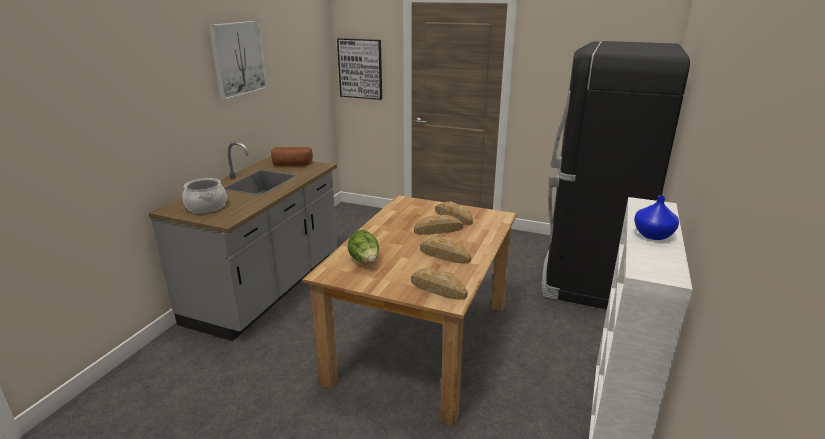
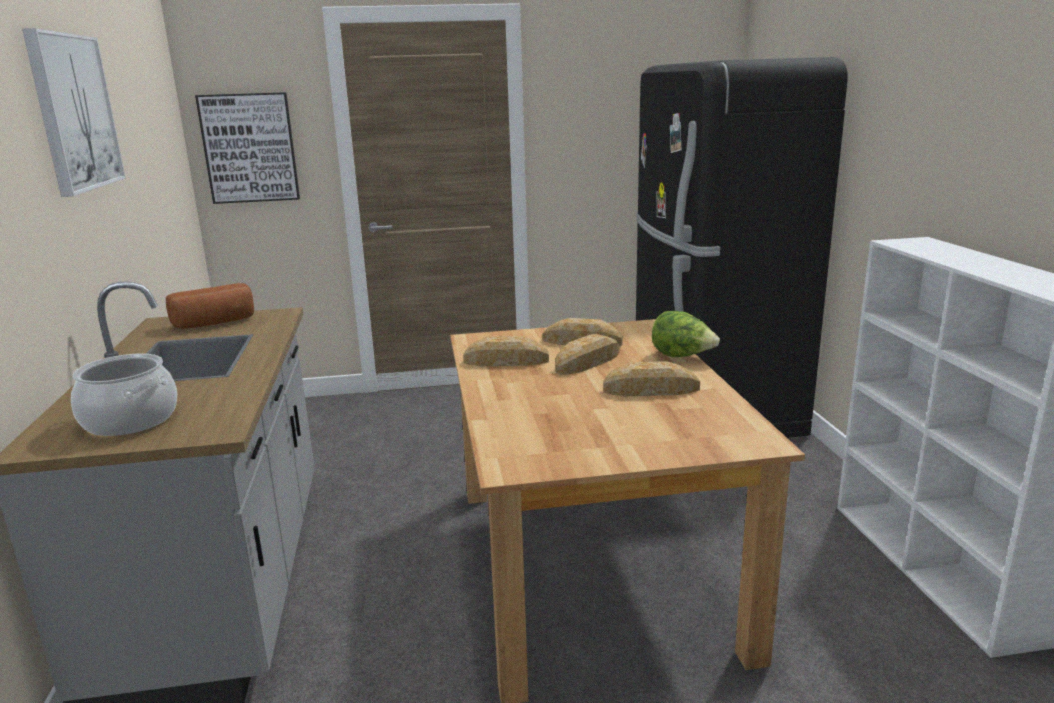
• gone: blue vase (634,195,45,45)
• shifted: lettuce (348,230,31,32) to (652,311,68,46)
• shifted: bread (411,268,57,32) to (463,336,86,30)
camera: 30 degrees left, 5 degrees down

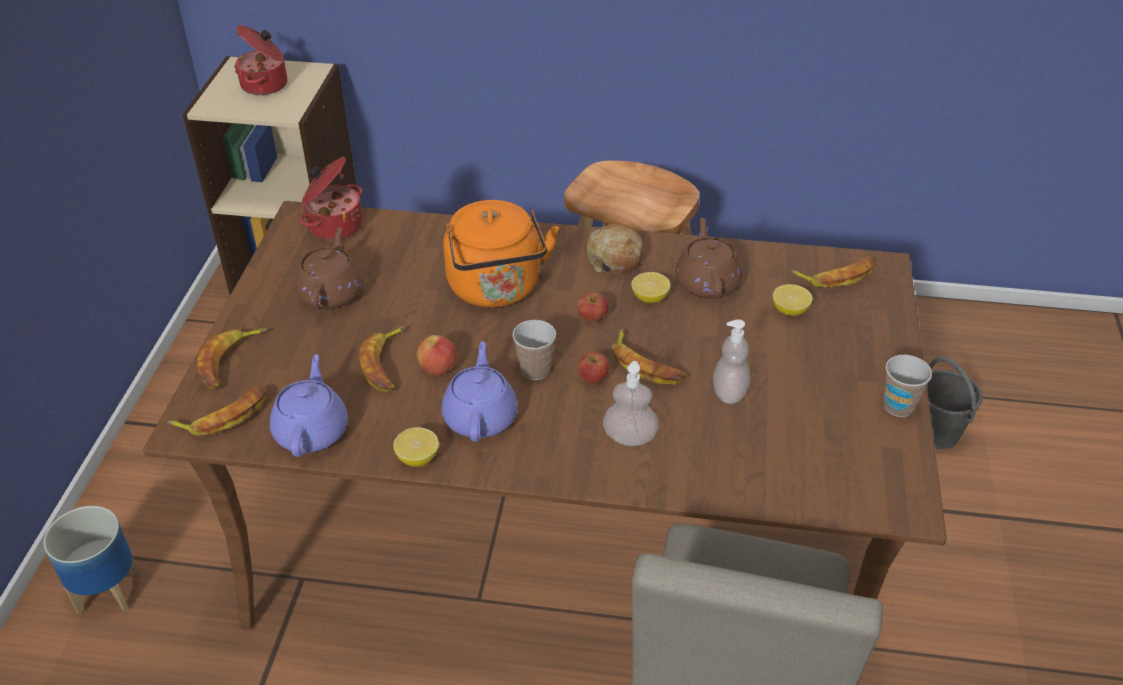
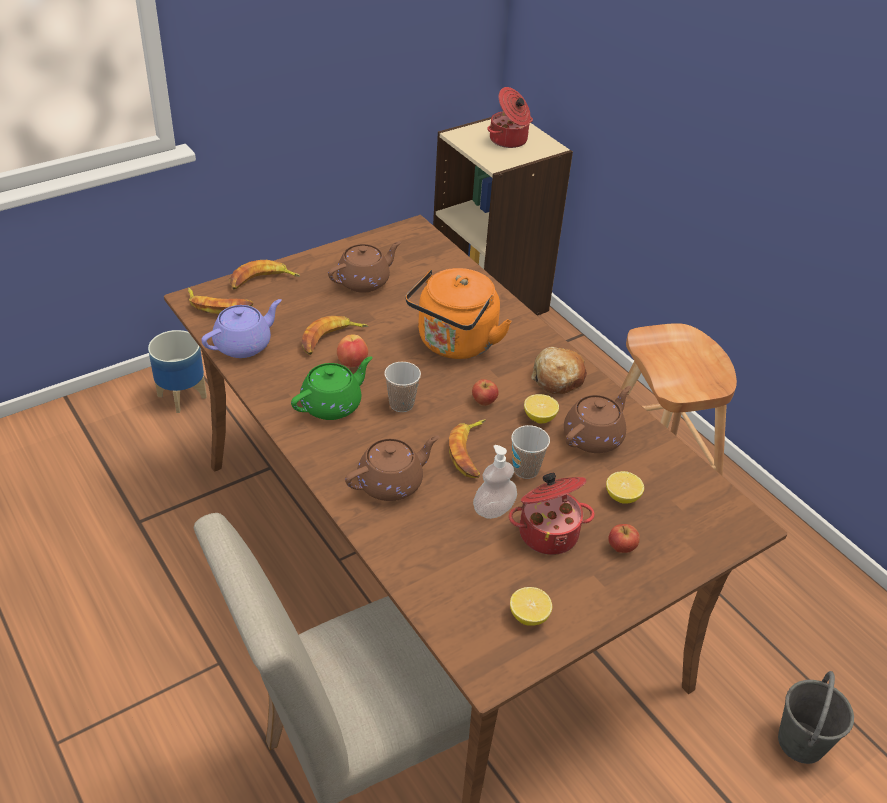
• gone: banana (791,256,85,32)
• shifted: cooking pot (300,157,63,83) to (509,473,86,82)
• shifted: lemon (393,427,46,40) to (510,587,42,39)
• shifted: apple (578,352,31,32) to (608,524,32,29)
• shifted: cup (883,355,49,62) to (511,425,39,54)
• swapped: soap dispenser (603,361,56,85) to brown teapot (345,435,95,66)
• repainted: purple teapot (442,341,76,101) to green teapot (291,356,82,64)
camera: 45 degrees right, 0 degrees up

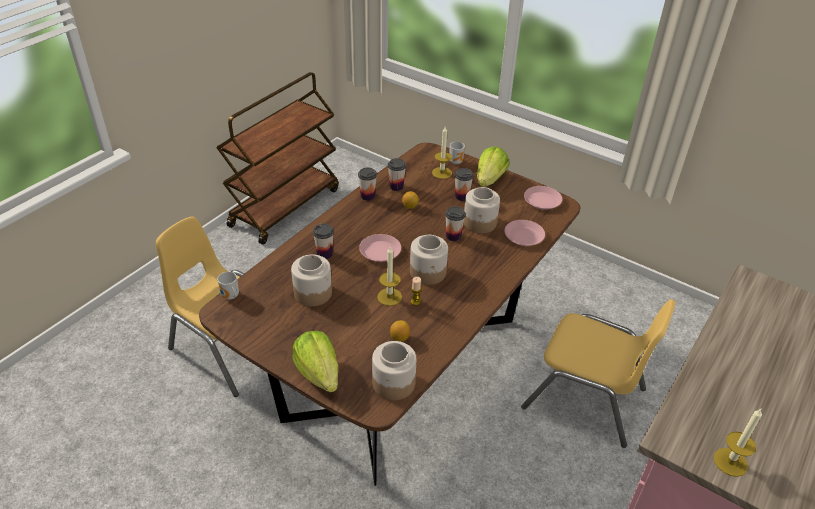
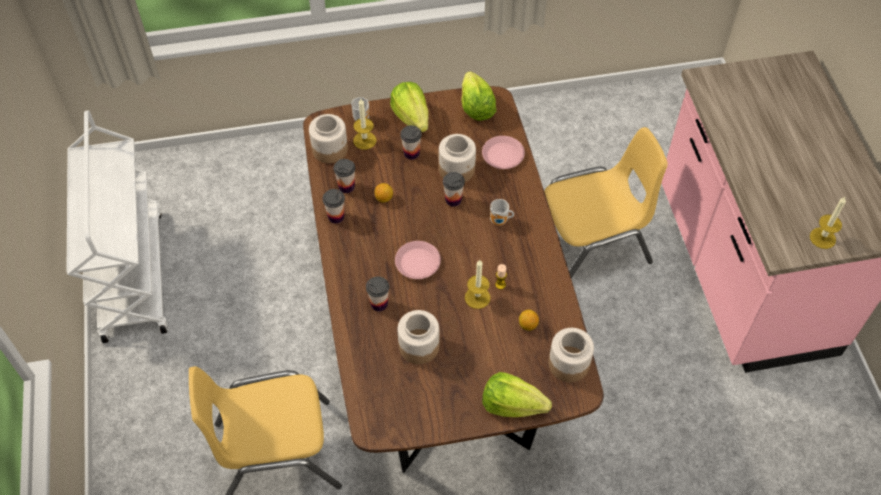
• shifted: mug (217,272,22,28) to (490,199,24,27)
• shifted: jar (410,235,38,50) to (309,114,39,49)
• swapped: pink plate (524,186,38,24) to lettuce (461,71,35,50)
• repainted: brown cart (216,72,123,173) to white cart (67,110,101,233)
camera: 45 degrees left, 15 degrees up

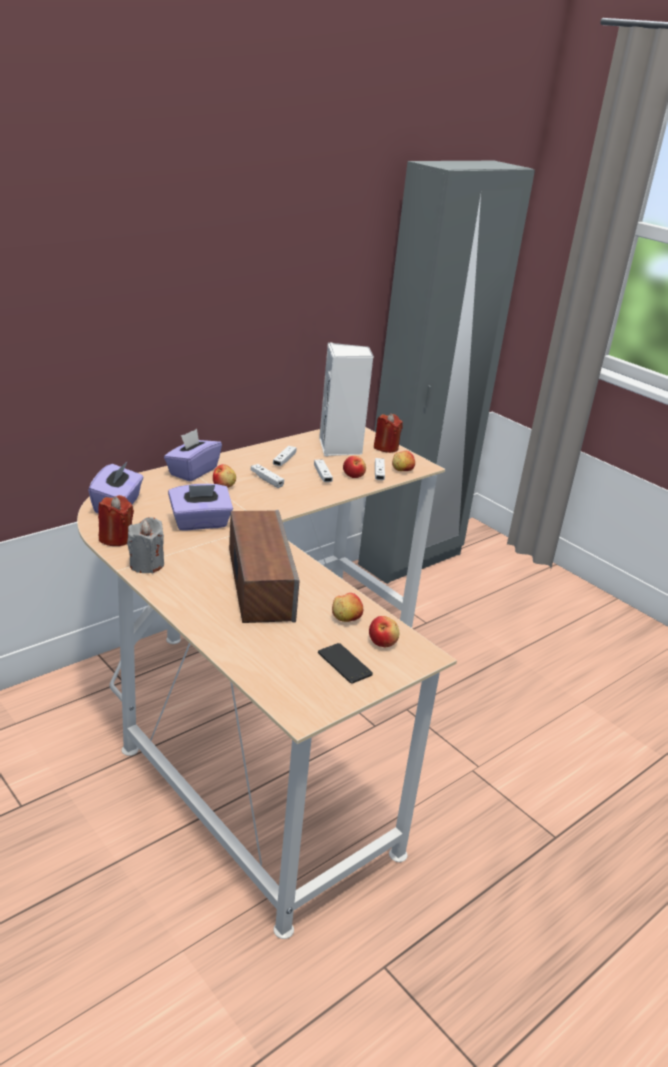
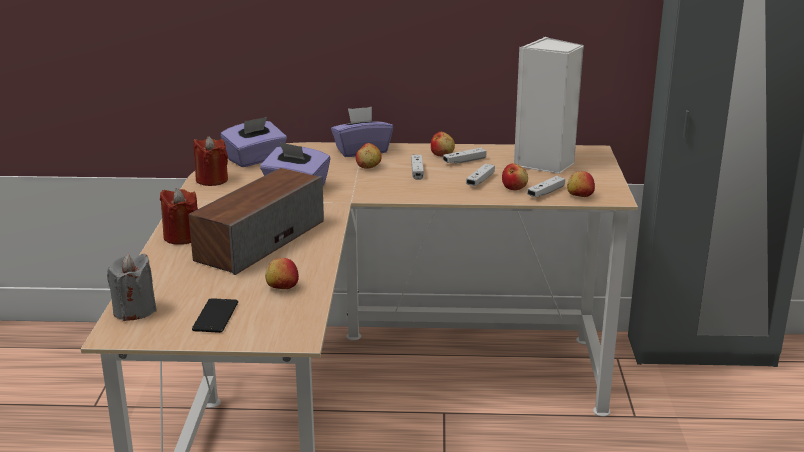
• shifted: grey candle (127,517,37,56) to (107,254,50,67)
• shifted: apple (369,616,31,31) to (431,132,24,24)
• shifted: red candle (374,413,29,40) to (160,188,38,57)
camera: 45 degrees right, 5 degrees down

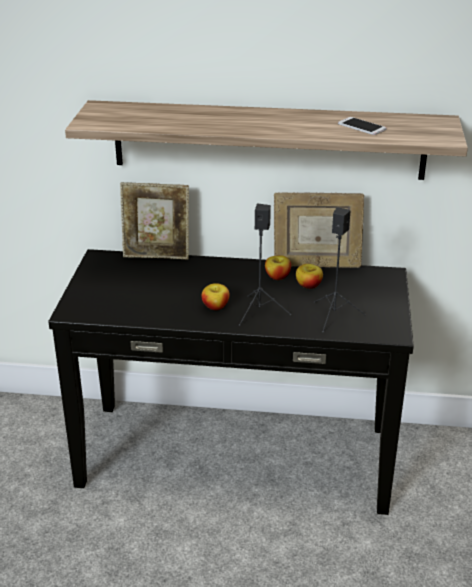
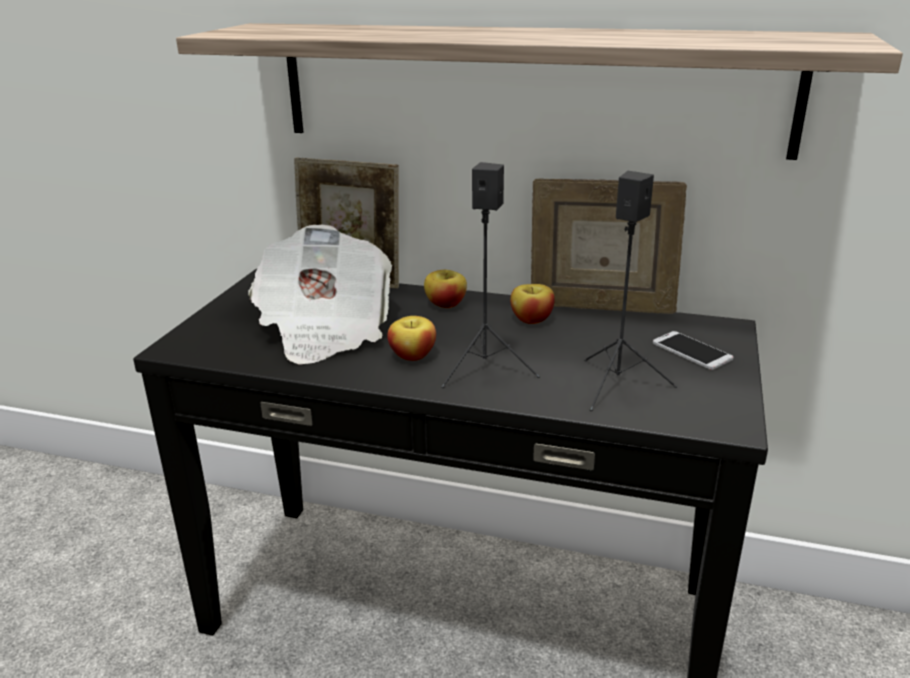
• new: newspaper (248,225,144,140)
• shifted: apple (296,264,27,25) to (424,270,43,38)
• shifted: phone (338,117,49,18) to (653,331,80,39)
camera: 10 degrees right, 5 degrees down

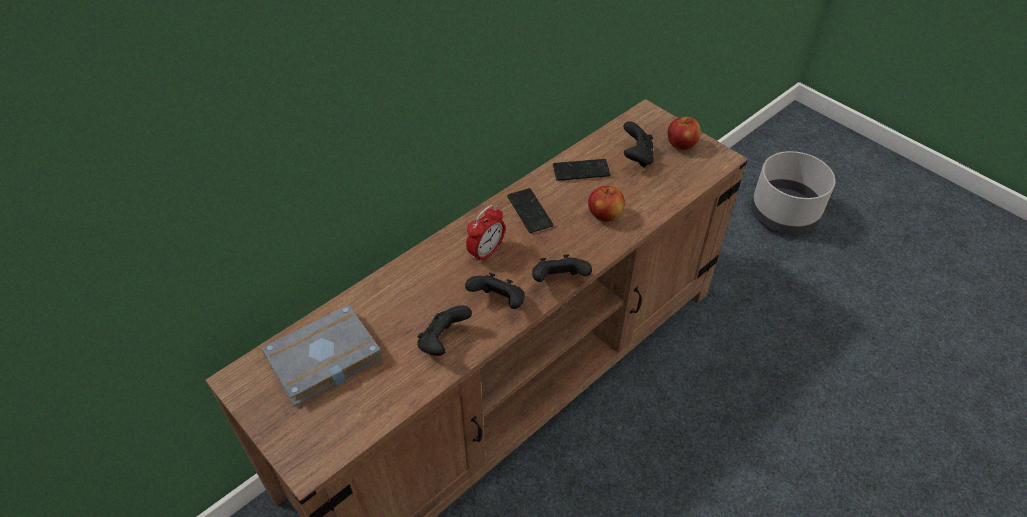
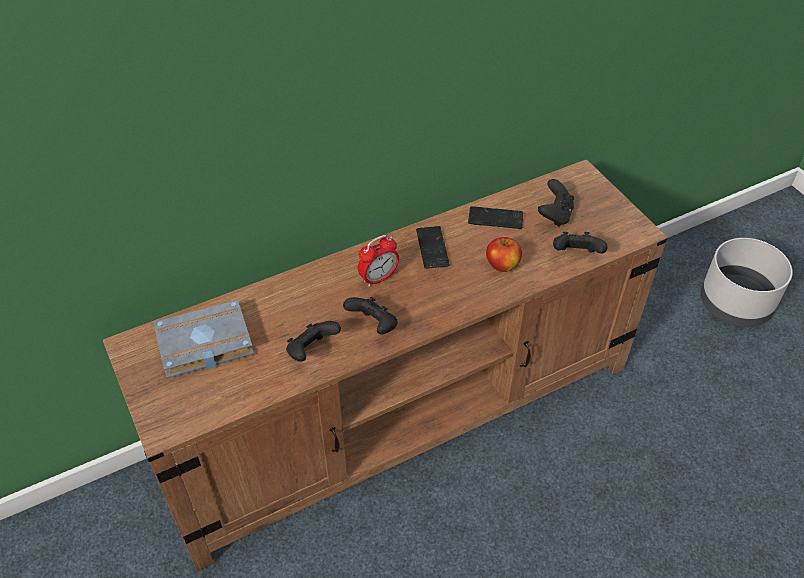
• gone: apple (667,117,34,33)
• shifted: black game controller (532,254,60,28) to (553,232,55,22)
camera: 15 degrees right, 0 degrees up

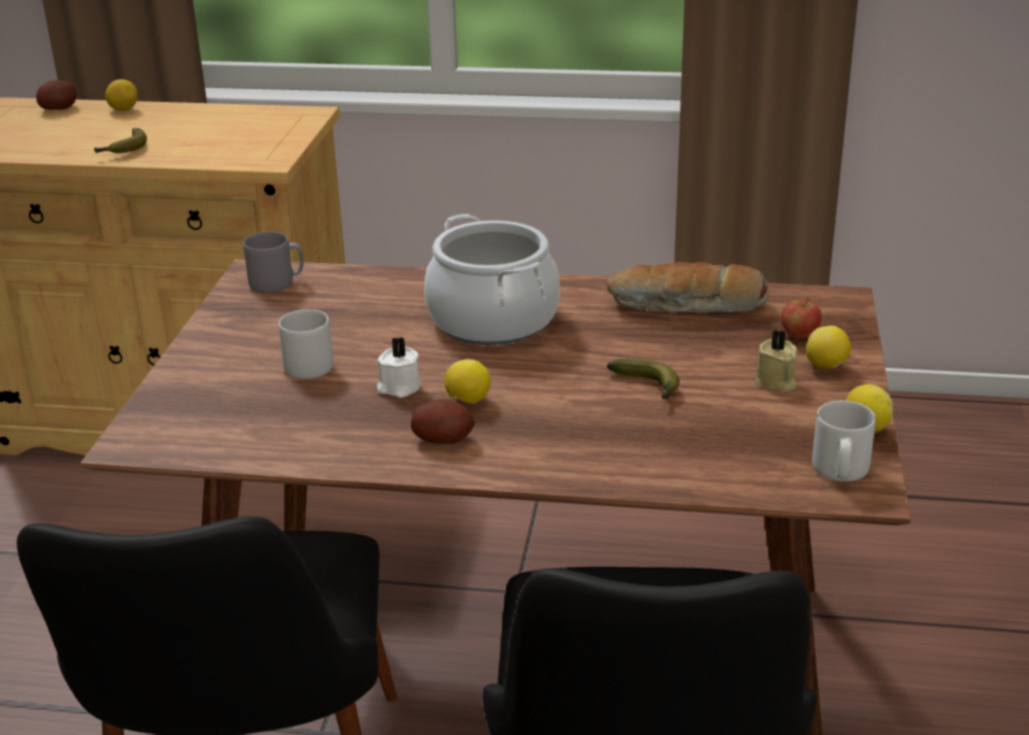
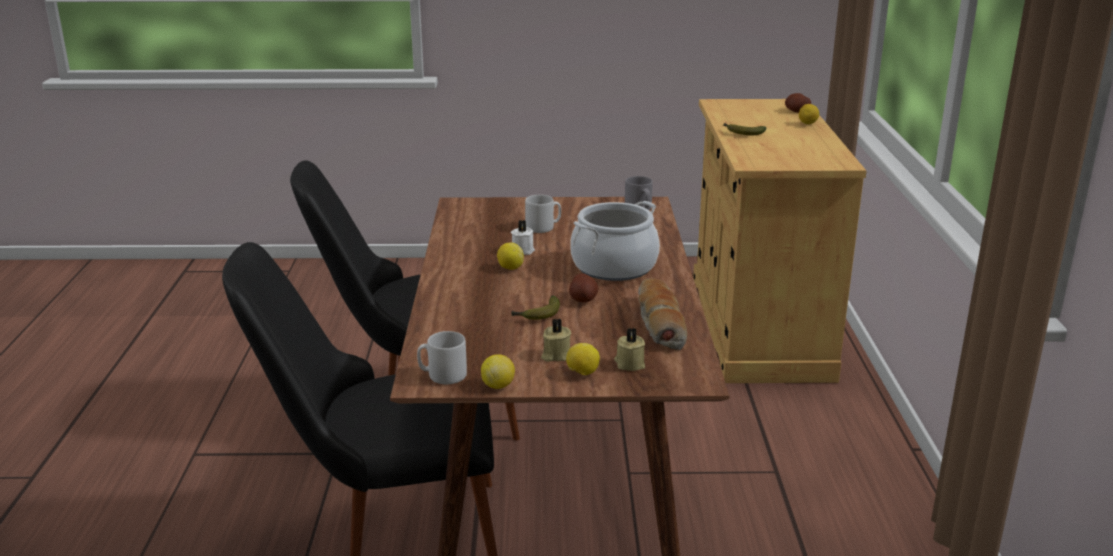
• shifted: potato (411,399,64,45) to (569,273,30,29)
• swapped: apple (781,297,41,42) to beige candle (614,327,31,44)
camera: 80 degrees right, 5 degrees down

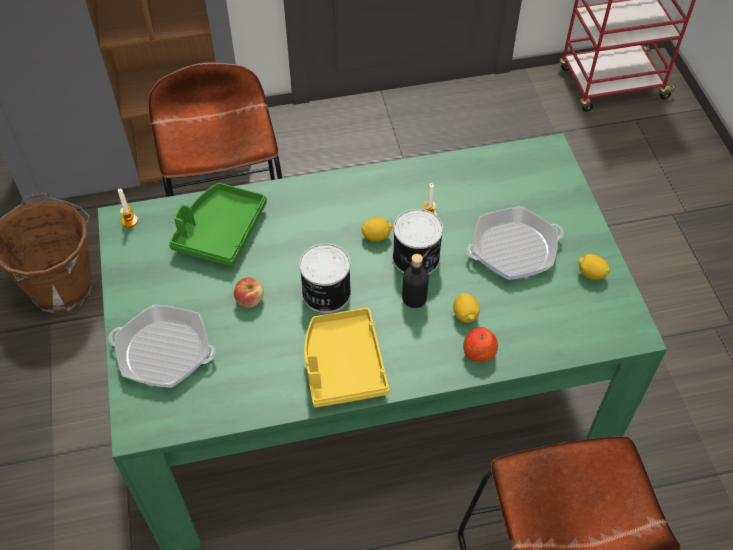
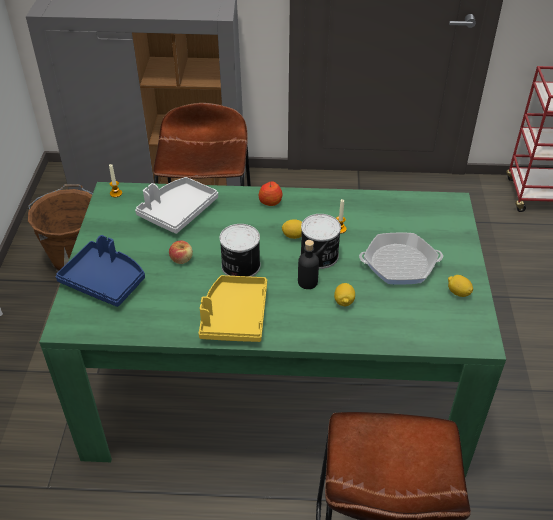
• shifted: apple (463,327,35,35) to (259,182,23,24)
• swapped: frying pan (108,305,108,83) to blue tray (56,235,89,72)
• repainted: green tray (169,183,98,83) to grey tray (135,177,83,57)
camera: 15 degrees right, 10 degrees down

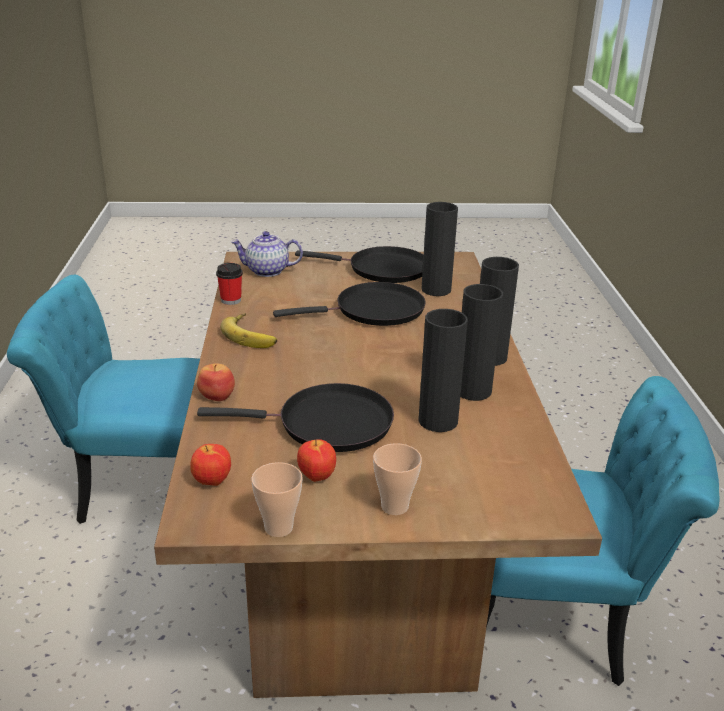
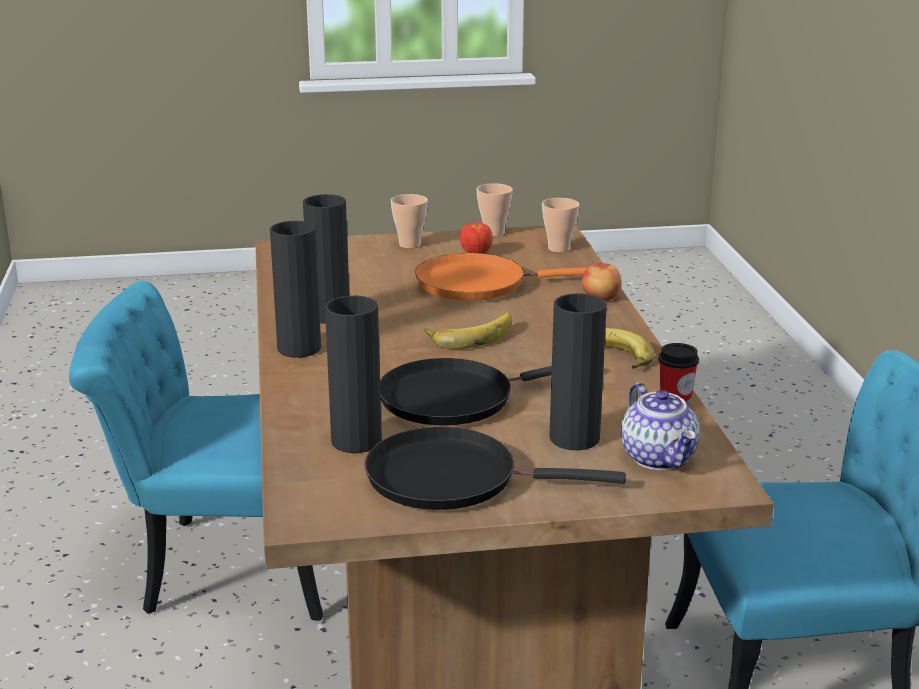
• new: banana (424,313,88,36)
• shifted: black vase (419,309,49,123) to (549,293,58,157)
• swapped: apple (190,444,41,42) to cup (542,198,37,55)
• repainted: black frying pan (197,383,197,69) to orange frying pan (415,253,172,48)
• rotated: teapot (231,231,72,46) = (621,383,79,87) 75 degrees clockwise
camera: 175 degrees right, 5 degrees down

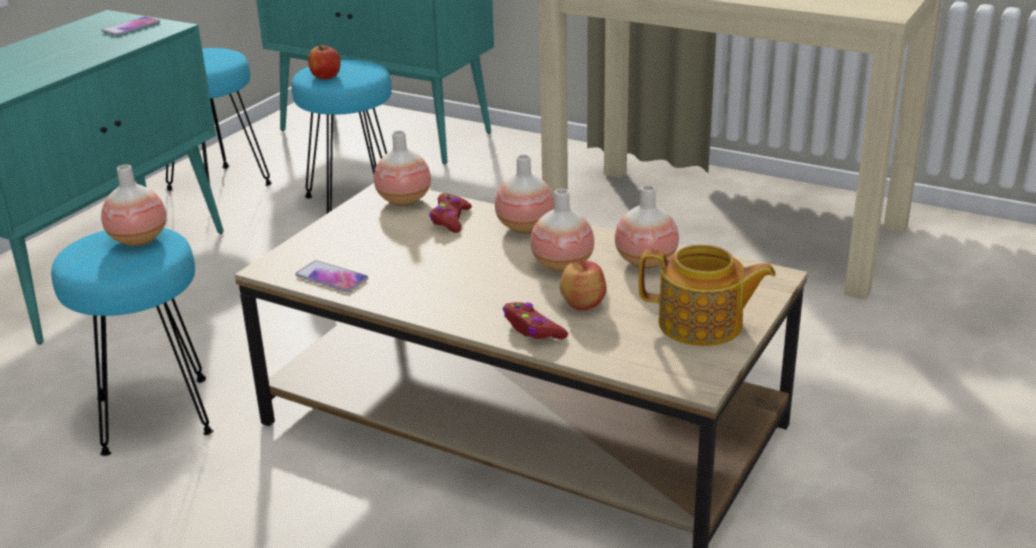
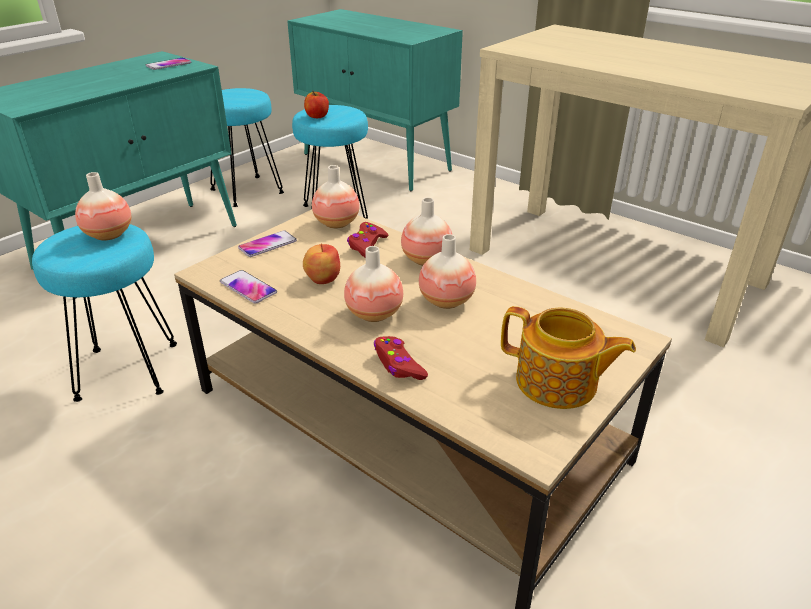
• new: phone (238,231,59,26)
• shifted: apple (560,260,47,51) to (303,243,37,41)
• shifted: vase (615,185,64,84) to (344,246,59,76)
camera: 10 degrees right, 5 degrees up

